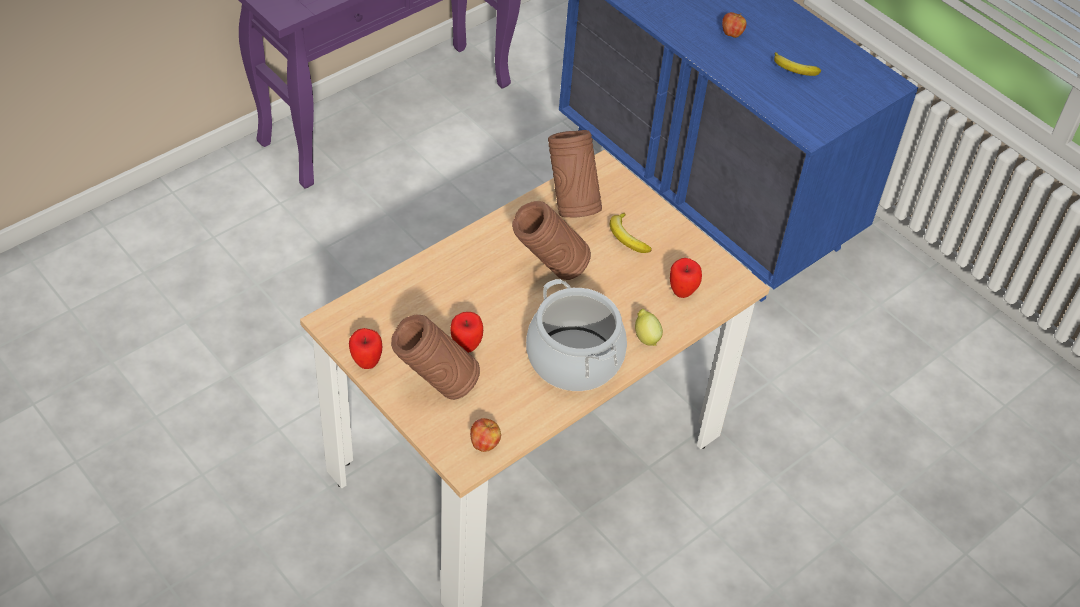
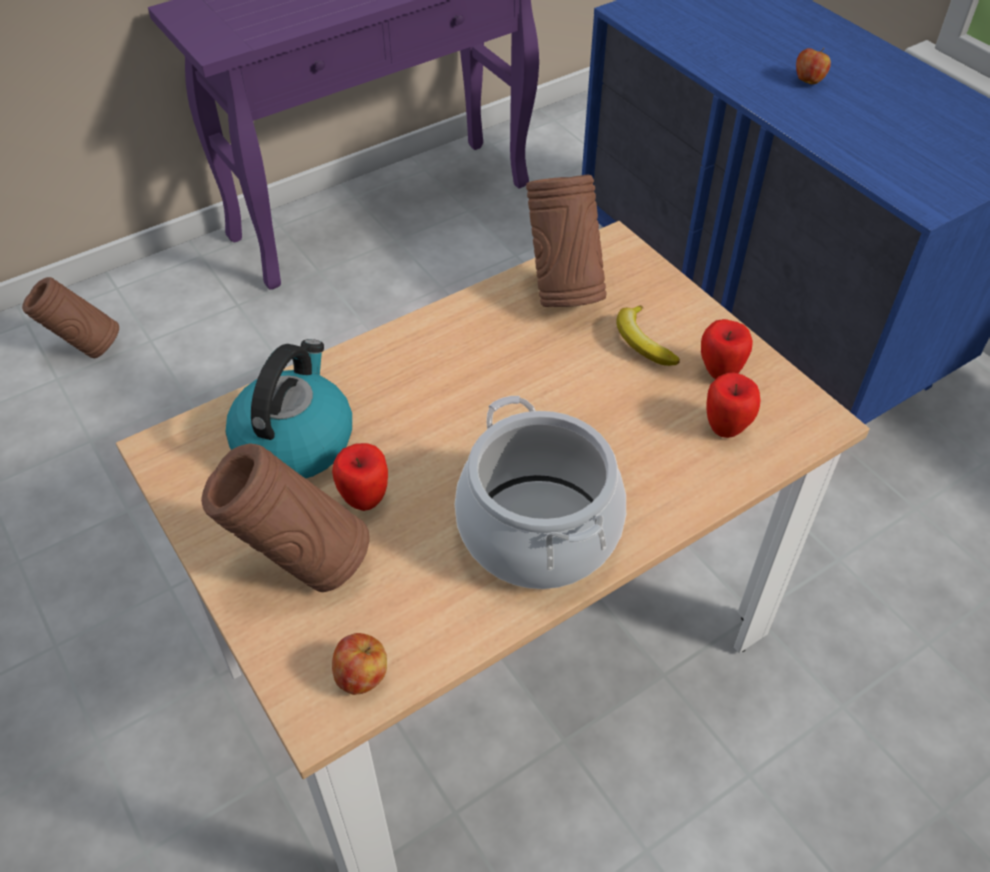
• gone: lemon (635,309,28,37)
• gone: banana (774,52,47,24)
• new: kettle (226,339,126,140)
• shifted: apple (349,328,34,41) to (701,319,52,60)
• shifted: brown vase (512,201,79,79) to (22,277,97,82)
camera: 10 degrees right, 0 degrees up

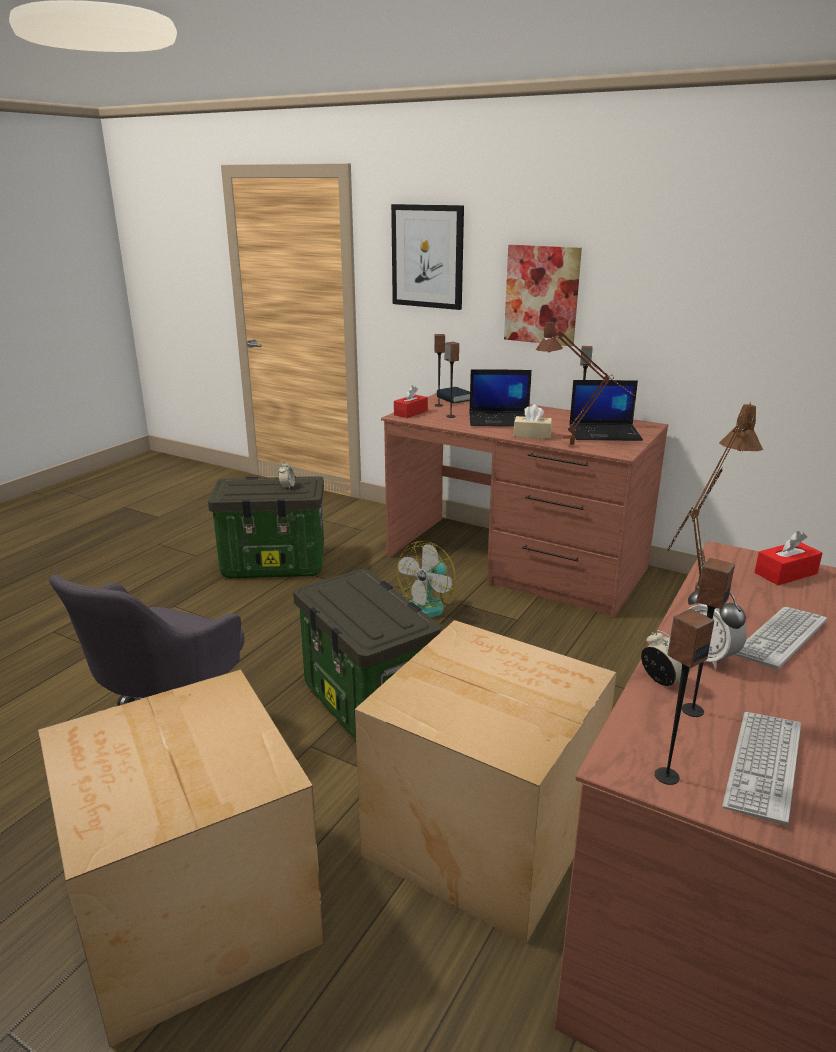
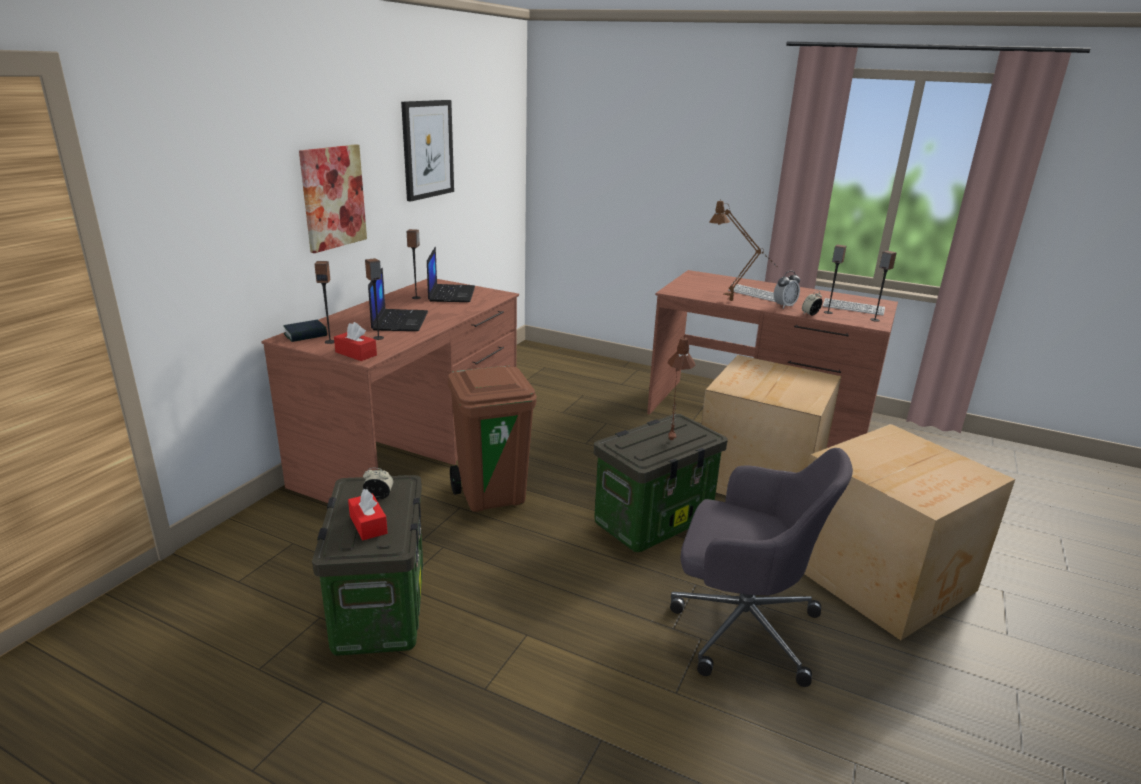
• gone: beige tissue box (514,404,38,35)
• shifted: picture (391,204,73,106) to (401,100,53,101)
• shifted: brown table lamp (536,322,97,123) to (668,336,27,107)
• shifted: red tissue box (755,531,67,54) to (348,489,40,51)
• swapped: fan (396,541,60,76) to brown trash can (448,365,89,147)
camera: 95 degrees left, 0 degrees up

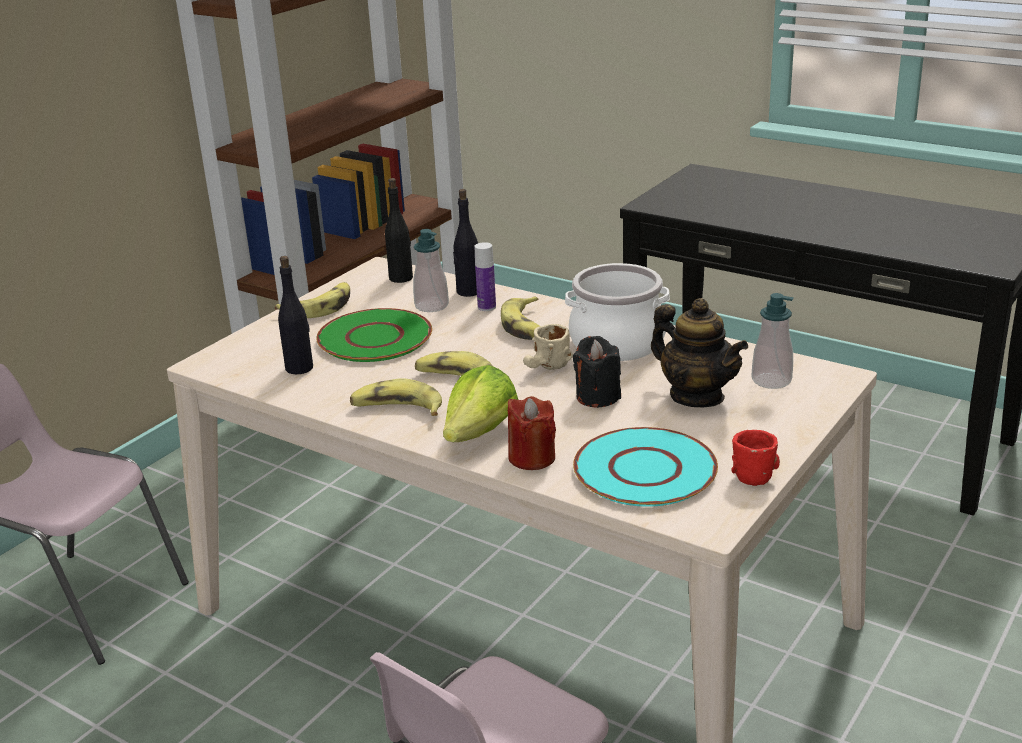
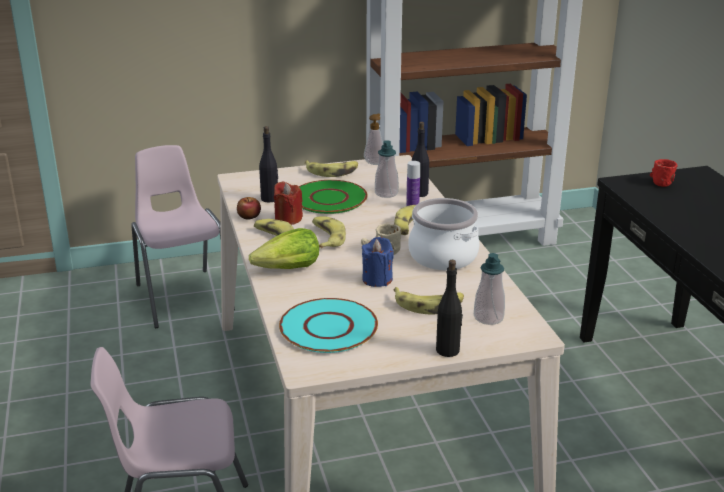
• new: apple (237,197,24,22)
• new: soap dispenser (364,114,19,51)
• shifted: black bottle (385,178,28,105) to (436,260,27,97)
• shifted: red candle (508,396,48,74) to (274,182,29,43)
• shifted: red mug (731,430,49,56) to (650,159,28,28)
• swapped: teapot (651,298,97,109) to banana (394,287,70,28)
• repainted: black candle (573,336,48,72) to blue candle (362,237,32,50)
camera: 40 degrees right, 0 degrees up

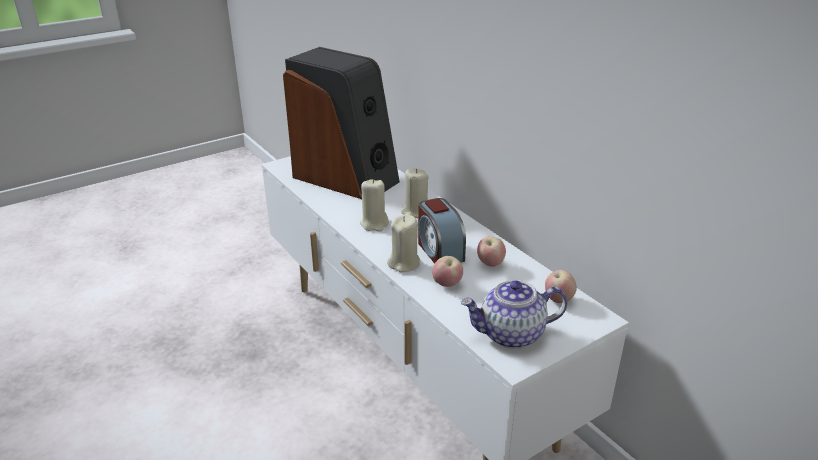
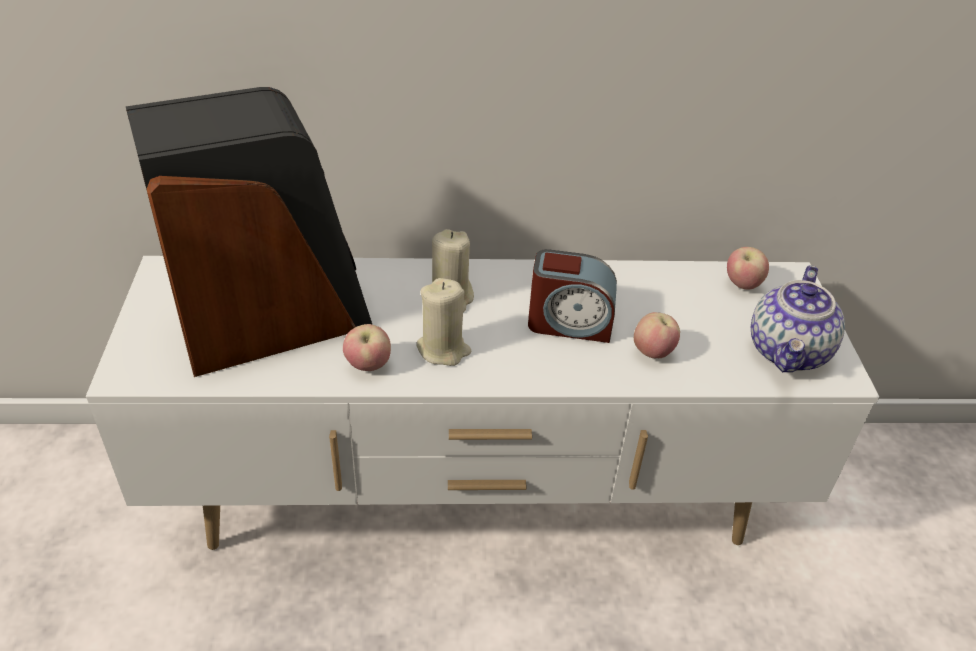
• gone: beige candle (387,214,33,59)
• shifted: apple (477,236,29,31) to (343,324,48,47)
camera: 60 degrees left, 10 degrees up

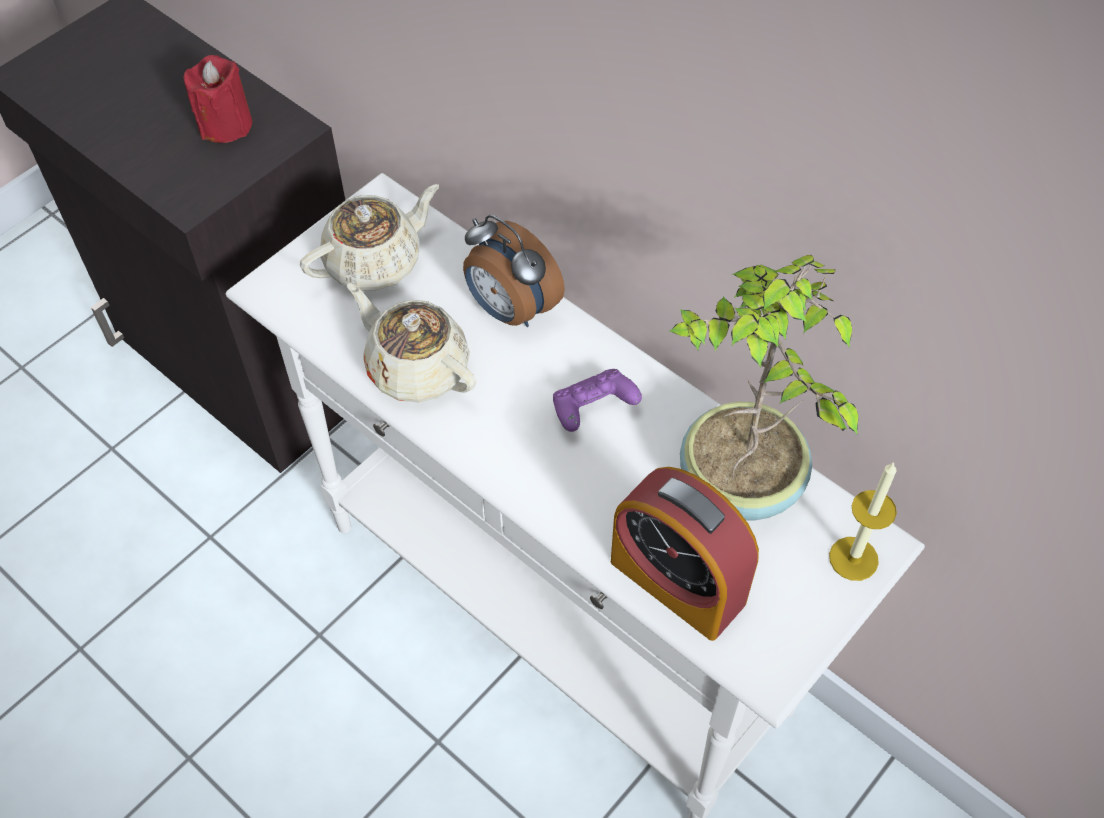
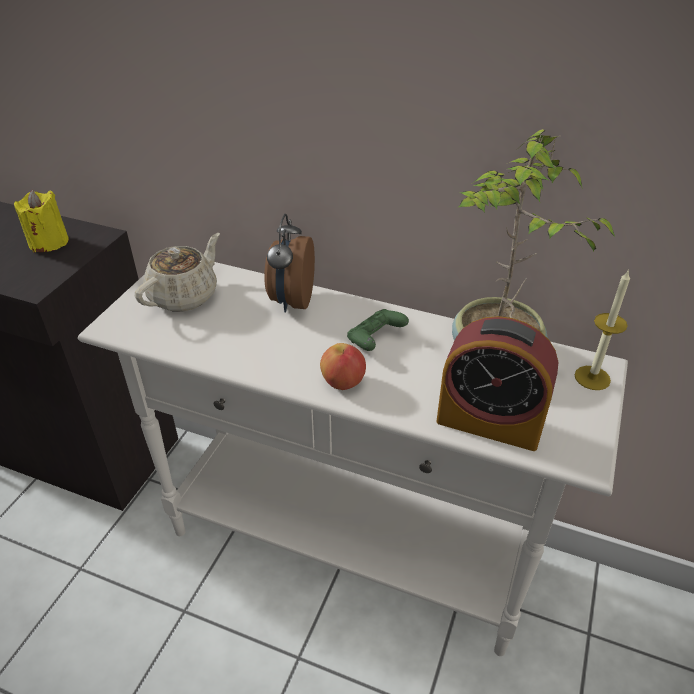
• gone: beige teapot (347,283,129,119)
• new: apple (320,343,46,47)
• repainted: red candle (184,55,68,88) to yellow candle (14,190,55,62)
• repainted: purple game controller (553,369,89,63) to green game controller (347,309,62,42)
• rotated: alarm clock (463,215,102,112) = (264,214,51,98) 75 degrees clockwise
camera: 20 degrees left, 15 degrees down

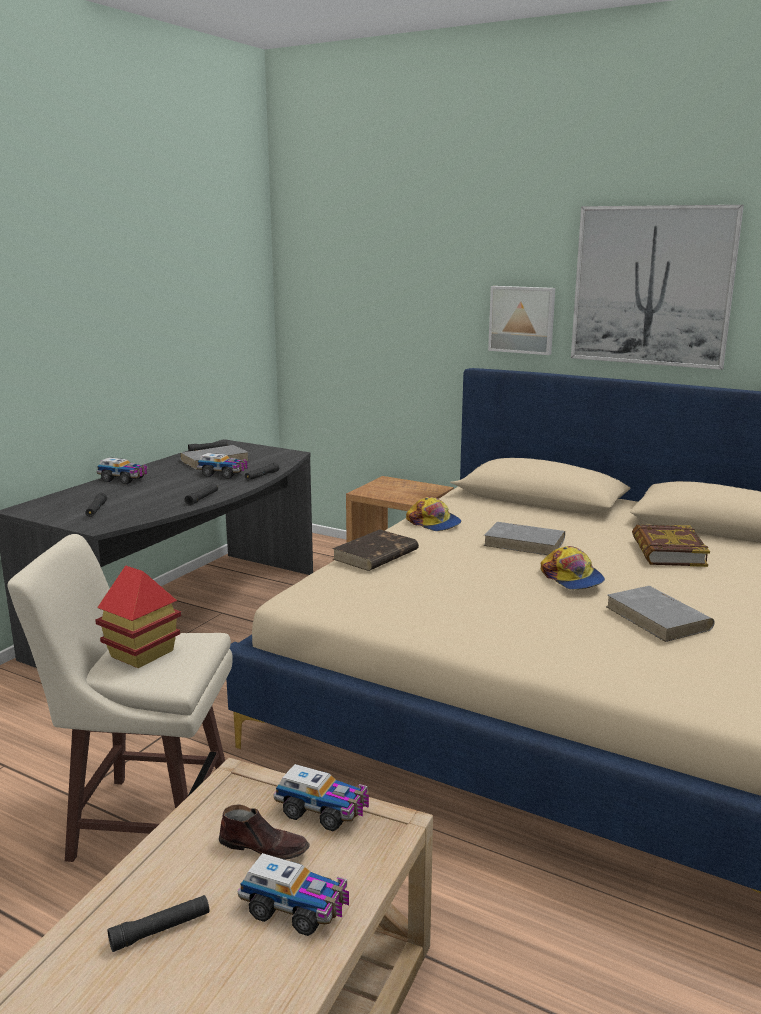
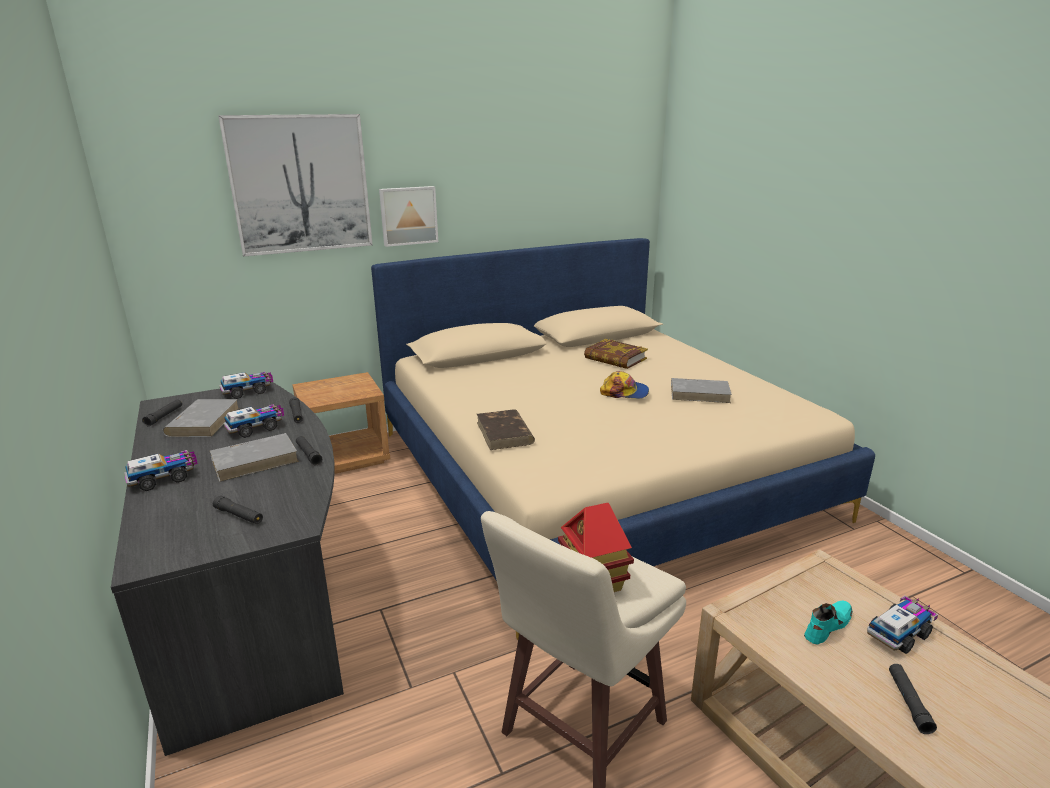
• gone: cap (406,497,56,34)
• shifted: toy truck (273,764,96,67) to (219,372,54,27)
• shifted: grey book (483,522,82,33) to (210,433,89,49)
• shifted: picture (571,205,173,165) to (218,114,155,143)
• repainted: brown shoe (219,804,91,56) to turquoise shoe (804,601,49,44)
camera: 55 degrees left, 5 degrees up

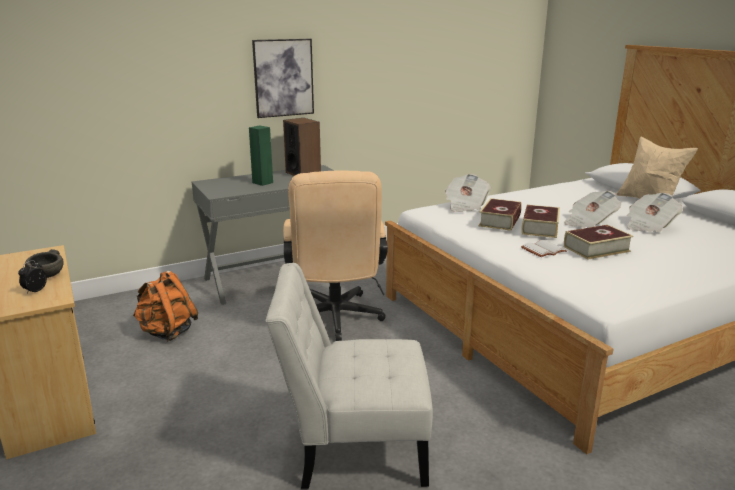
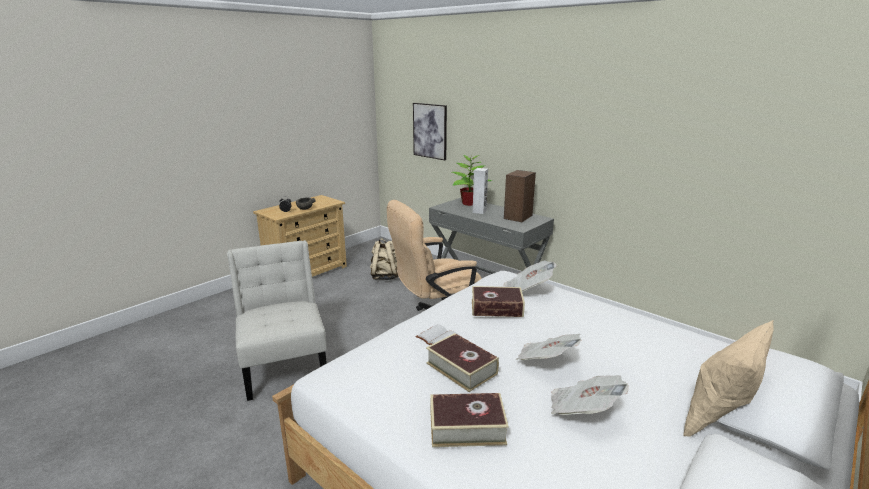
• new: potted plant (452,155,40,51)
• shifted: picture (252,39,62,79) to (413,103,34,57)
• shifted: book (521,205,39,33) to (430,393,79,54)
• repainted: orange backpack (133,271,65,71) to beige backpack (370,238,29,42)
• repainted: green speaker (249,125,24,61) to white speaker (473,168,15,46)
camera: 70 degrees right, 0 degrees up

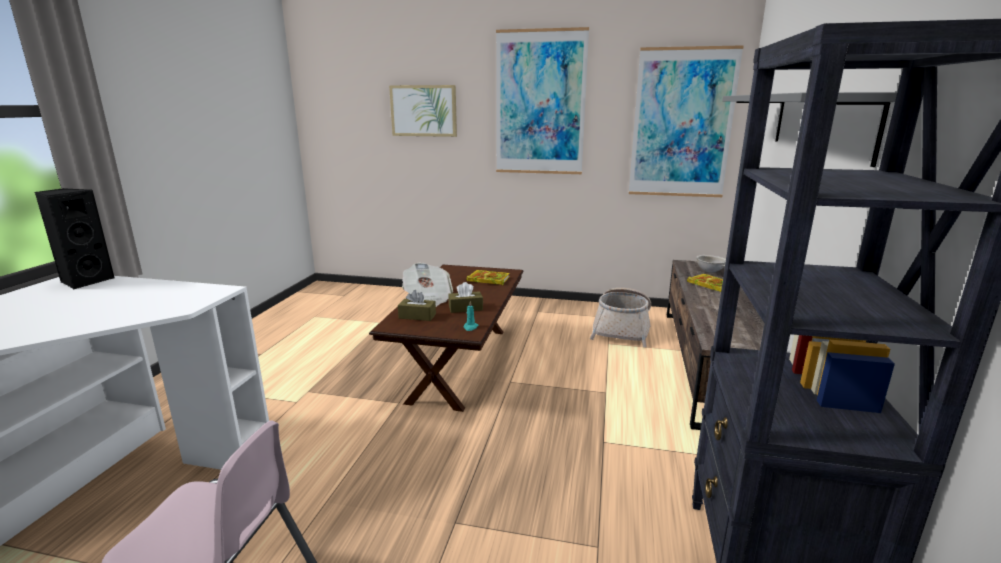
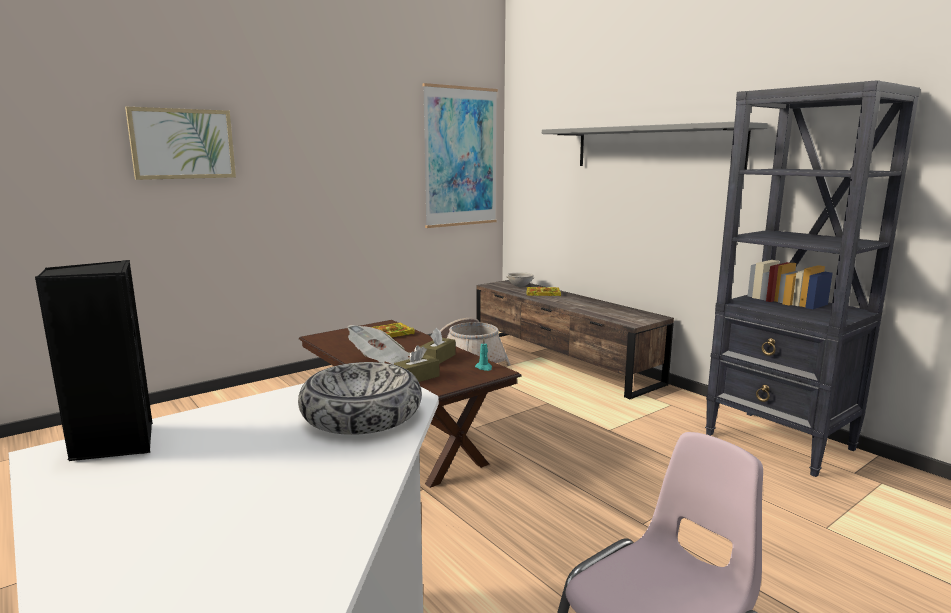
• gone: picture (496,27,93,147)
• new: bowl (298,362,124,73)
camera: 50 degrees left, 5 degrees down

